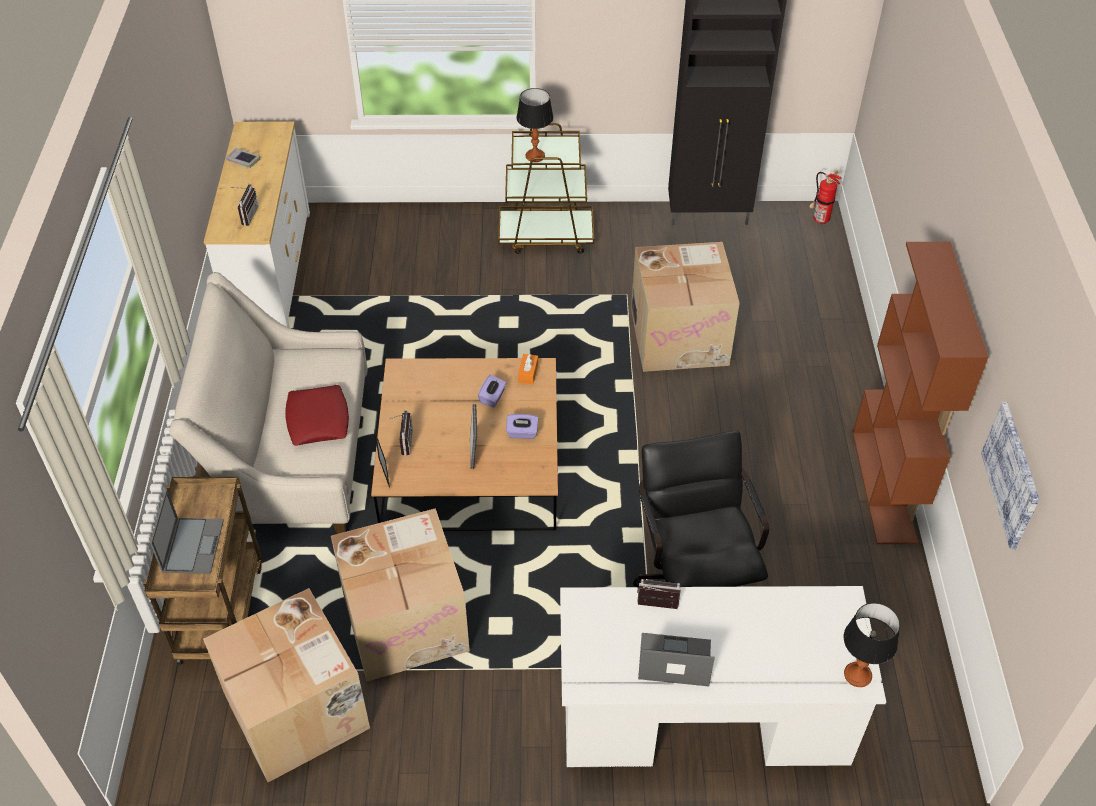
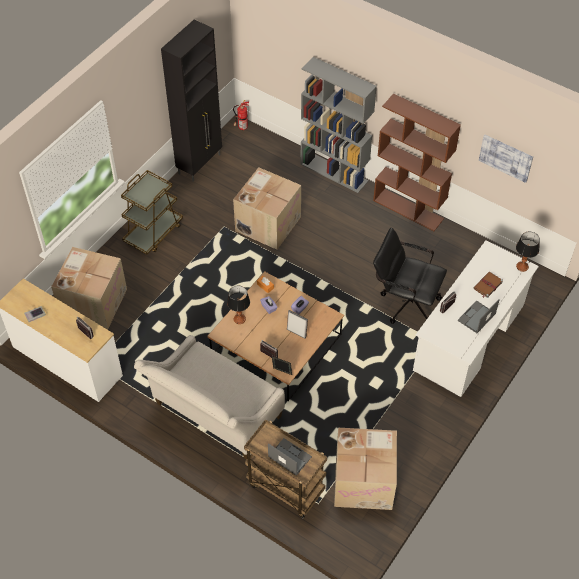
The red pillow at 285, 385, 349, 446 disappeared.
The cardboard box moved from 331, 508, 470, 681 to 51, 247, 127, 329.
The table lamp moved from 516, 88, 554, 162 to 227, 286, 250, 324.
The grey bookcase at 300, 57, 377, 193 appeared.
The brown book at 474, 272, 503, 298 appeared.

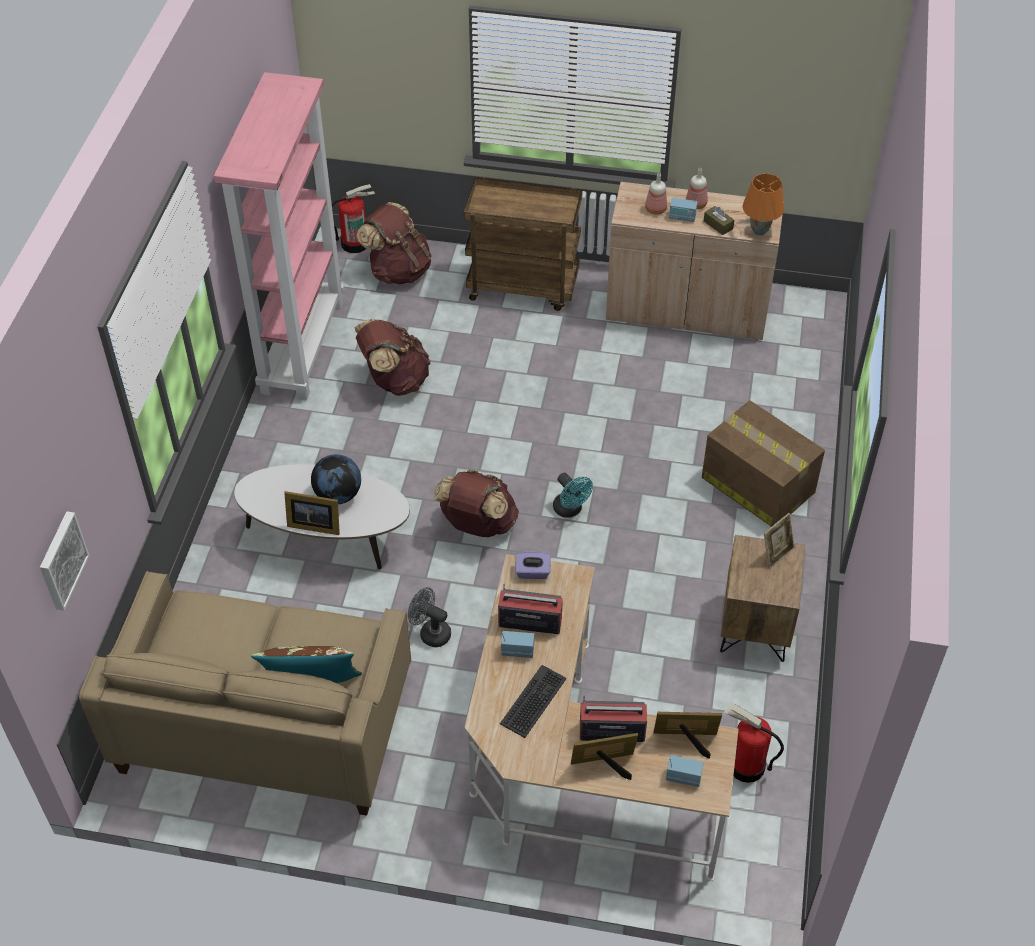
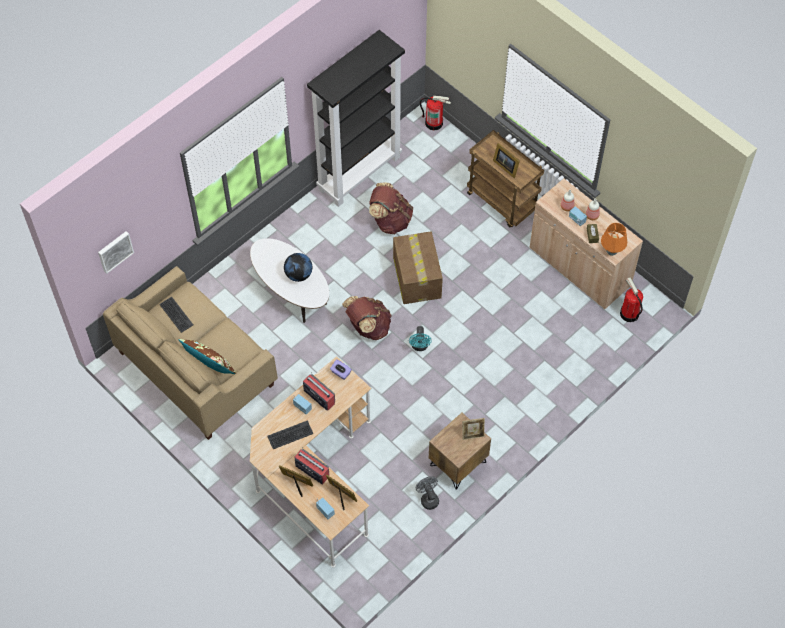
The pink bookcase at 214, 72, 344, 400 became the black bookcase at 307, 30, 405, 207.
The picture frame moved from 284, 491, 340, 535 to 493, 143, 520, 178.
The brown backpack at 357, 202, 432, 285 disappeared.
The grey fan moved from 408, 587, 451, 647 to 416, 476, 439, 510.
The cardboard box moved from 702, 400, 825, 527 to 393, 231, 443, 304.
The fire extinguisher moved from 724, 703, 784, 783 to 620, 277, 643, 322.
The keyboard at 159, 297, 193, 333 appeared.

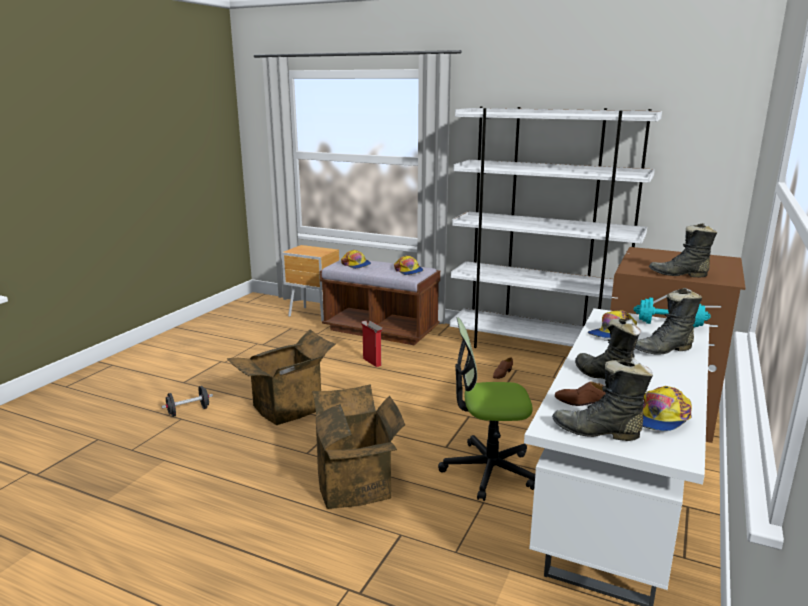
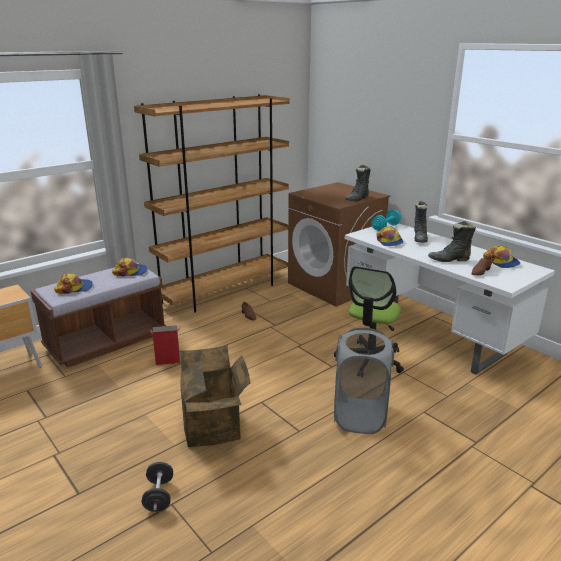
The cardboard box at 312, 384, 405, 509 was replaced by the grey laundry basket at 334, 328, 394, 434.
The white bookcase at 450, 106, 662, 348 became the brown bookcase at 134, 94, 289, 313.
The black boot at 552, 357, 653, 441 disappeared.

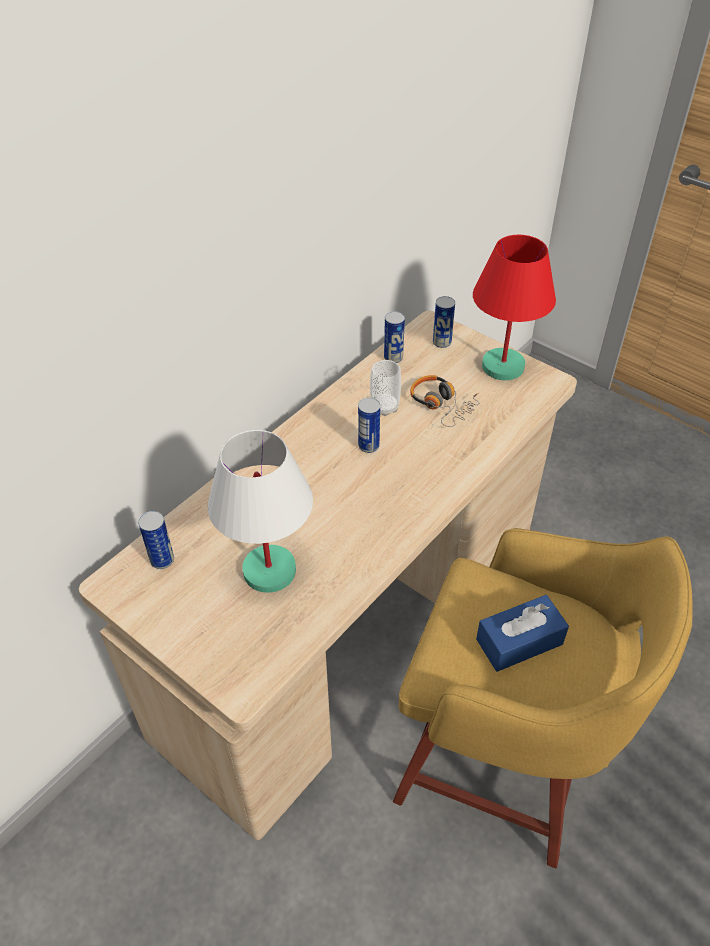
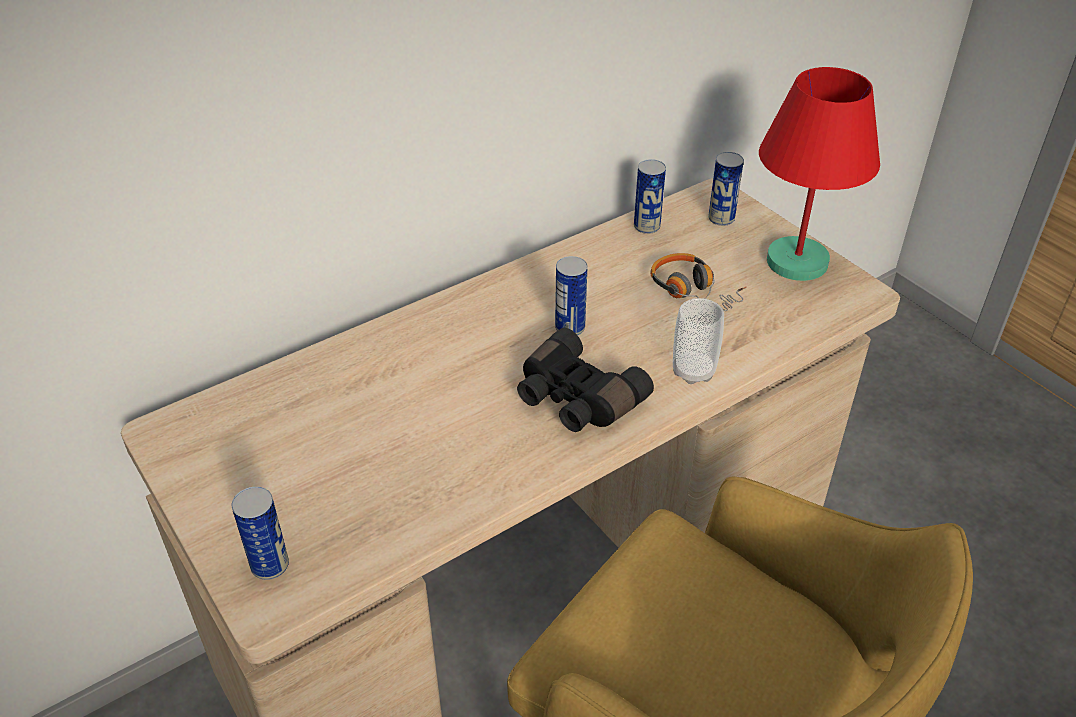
The can moved from 138, 511, 174, 569 to 232, 487, 289, 580.
The white table lamp at 208, 430, 313, 593 disappeared.
The cup moved from 370, 360, 401, 416 to 673, 298, 724, 384.
The blue tissue box at 476, 595, 569, 672 disappeared.
The black binoculars at 517, 328, 654, 432 appeared.

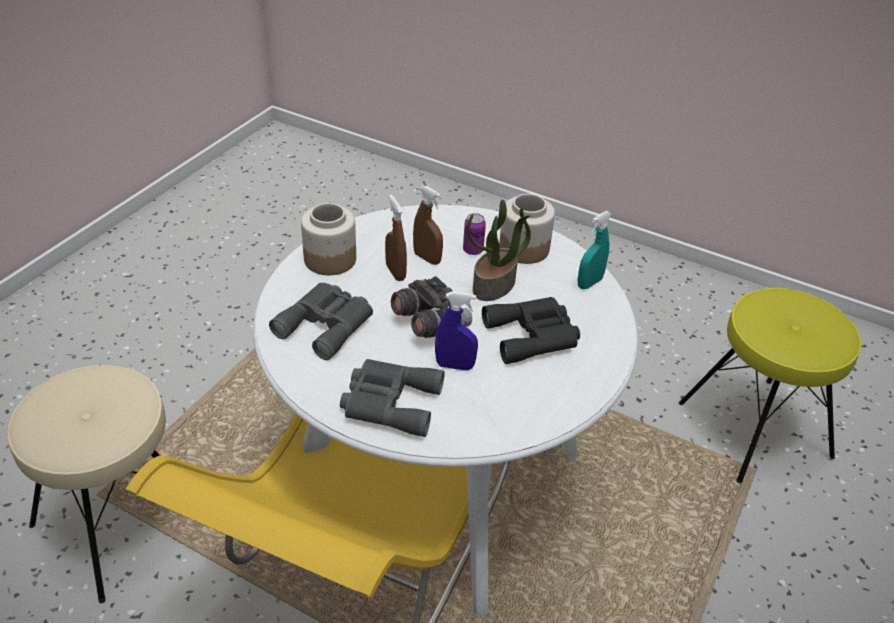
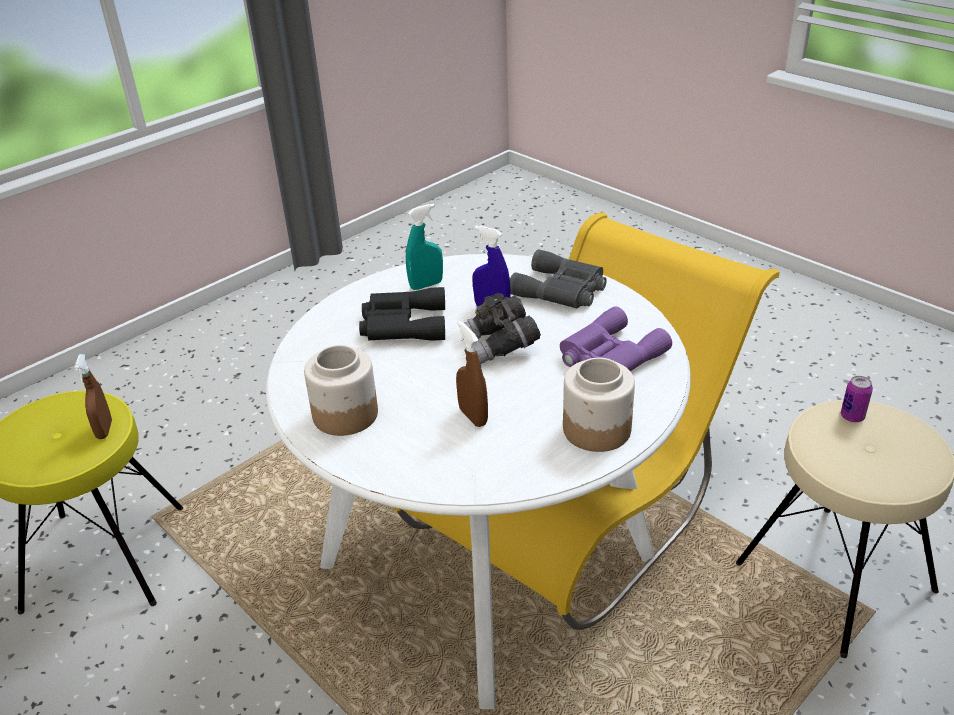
The grey binoculars at 269, 283, 373, 360 became the purple binoculars at 560, 306, 672, 371.
The brown spray bottle moved from 385, 195, 407, 281 to 74, 354, 112, 439.
The can moved from 463, 213, 486, 255 to 841, 376, 873, 422.
The potted plant at 466, 200, 531, 301 disappeared.
The turquoise spray bottle moved from 577, 211, 612, 289 to 406, 204, 443, 290.

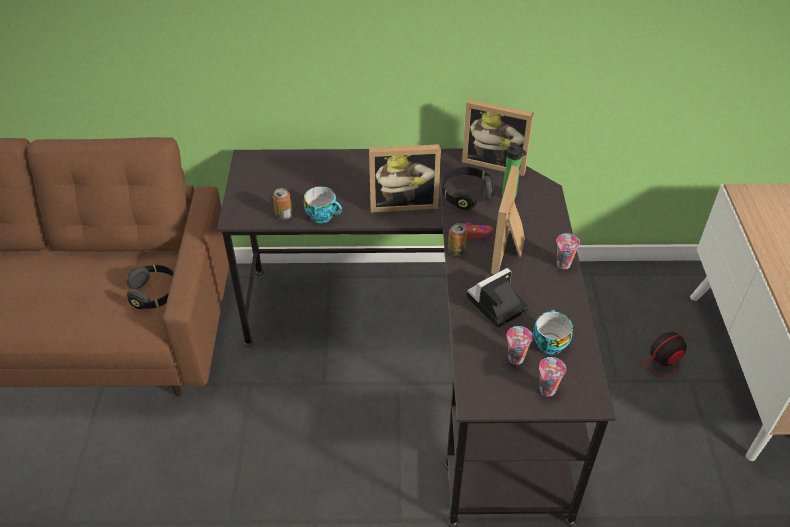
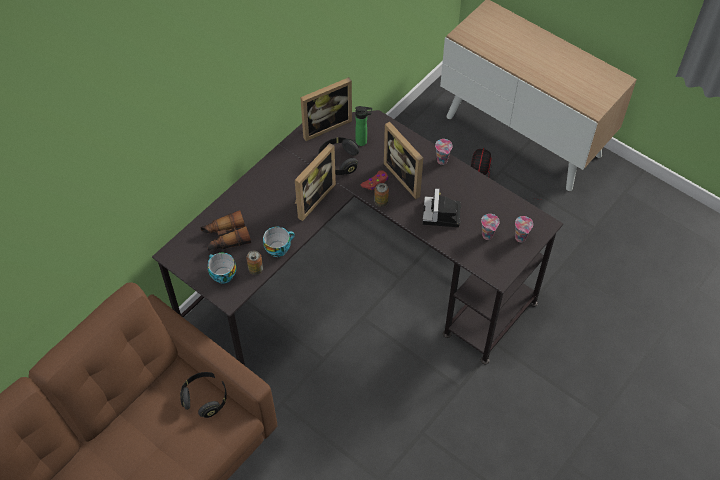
The cup moved from 533, 310, 573, 355 to 208, 253, 236, 284.
The binoculars at 200, 210, 251, 251 appeared.

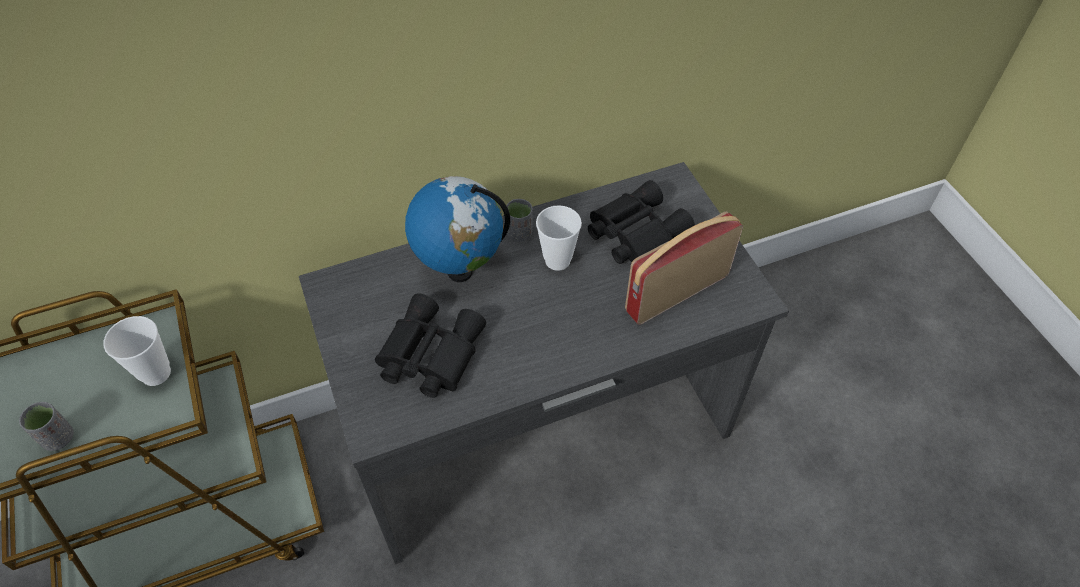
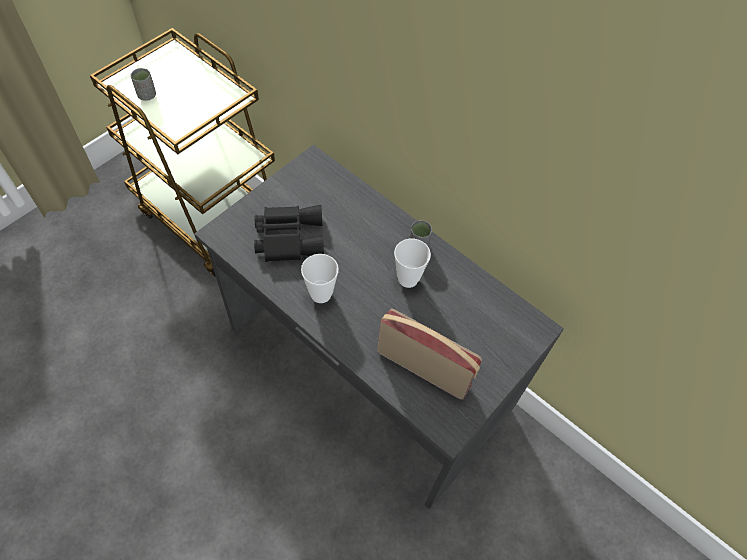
The cup moved from 103, 316, 171, 386 to 301, 254, 339, 303.
The globe at 405, 176, 510, 282 disappeared.
The black binoculars at 588, 180, 695, 264 disappeared.

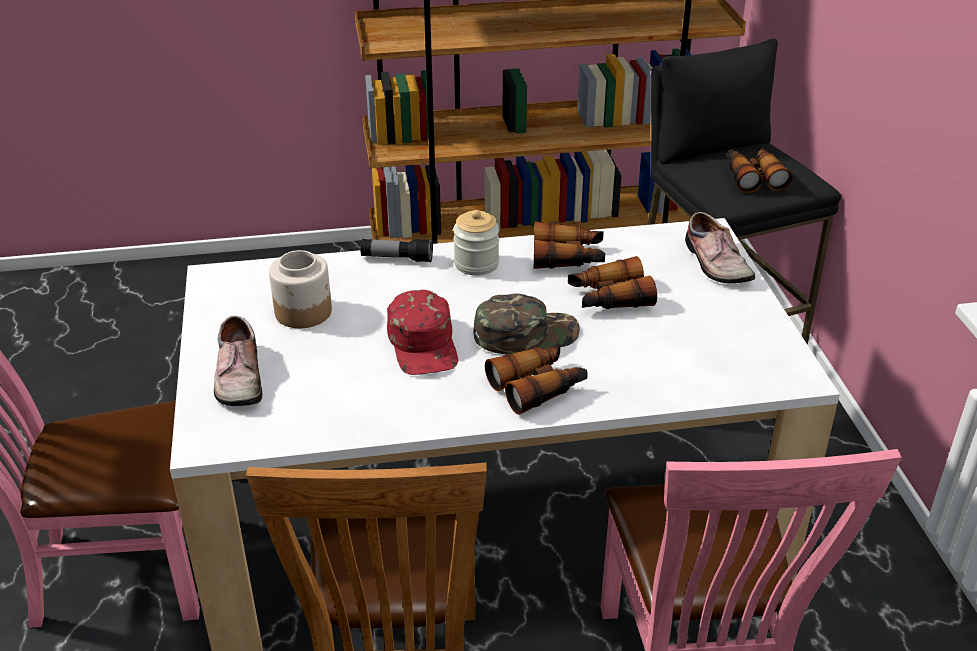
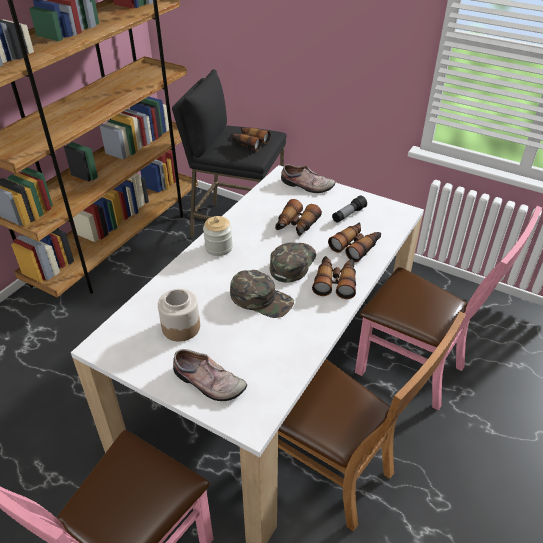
The flashlight moved from 360, 239, 433, 263 to 332, 195, 367, 223.
The red cap at 387, 290, 458, 375 became the green cap at 230, 270, 294, 318.
The binoculars moved from 534, 222, 605, 269 to 328, 222, 381, 262.

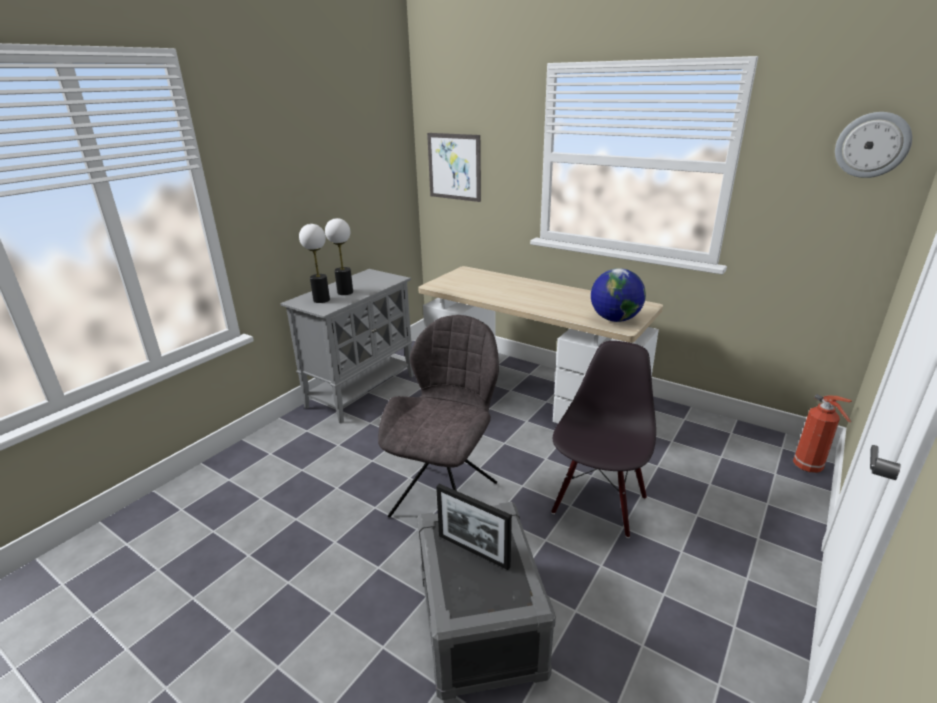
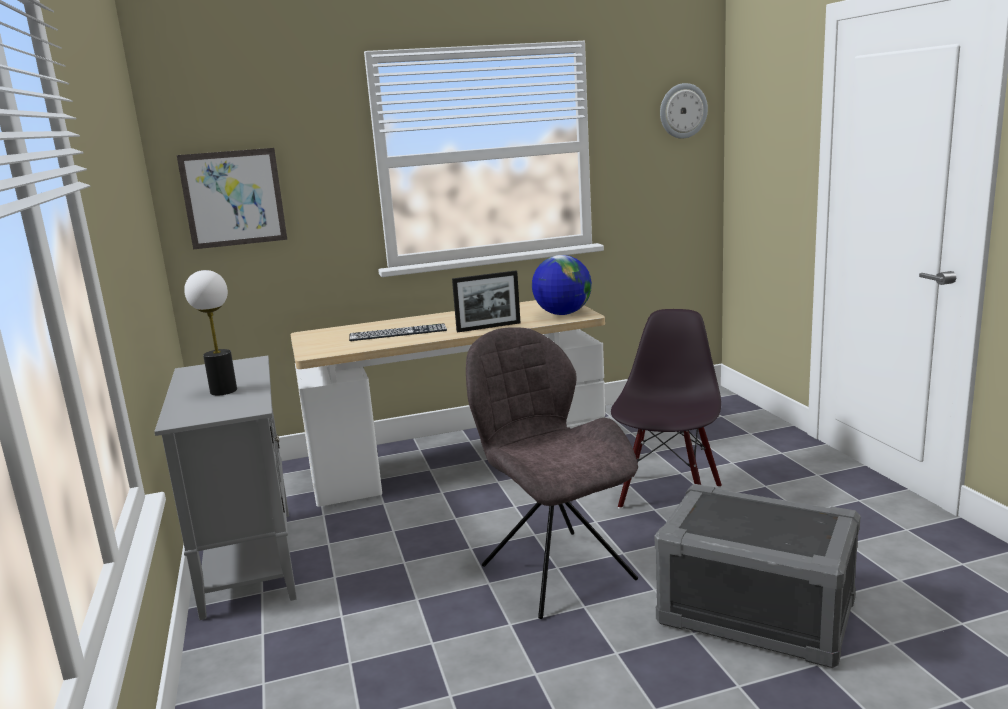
The table lamp at 299, 224, 330, 303 disappeared.
The picture frame moved from 436, 484, 512, 570 to 452, 271, 520, 332.
The black chair at 551, 341, 656, 538 turned 45 degrees clockwise.
The fire extinguisher at 793, 394, 852, 473 disappeared.
The keyboard at 349, 323, 447, 341 appeared.

